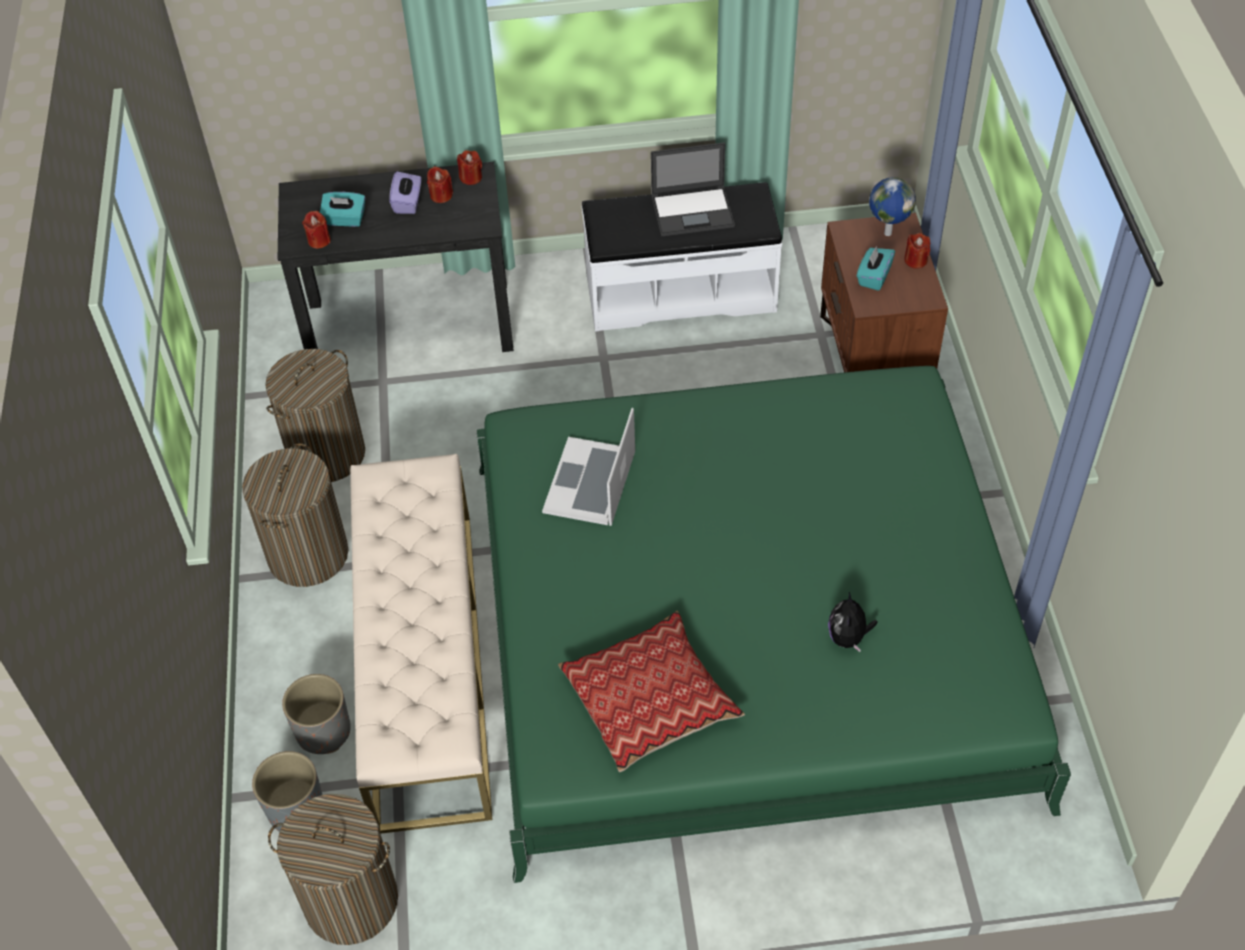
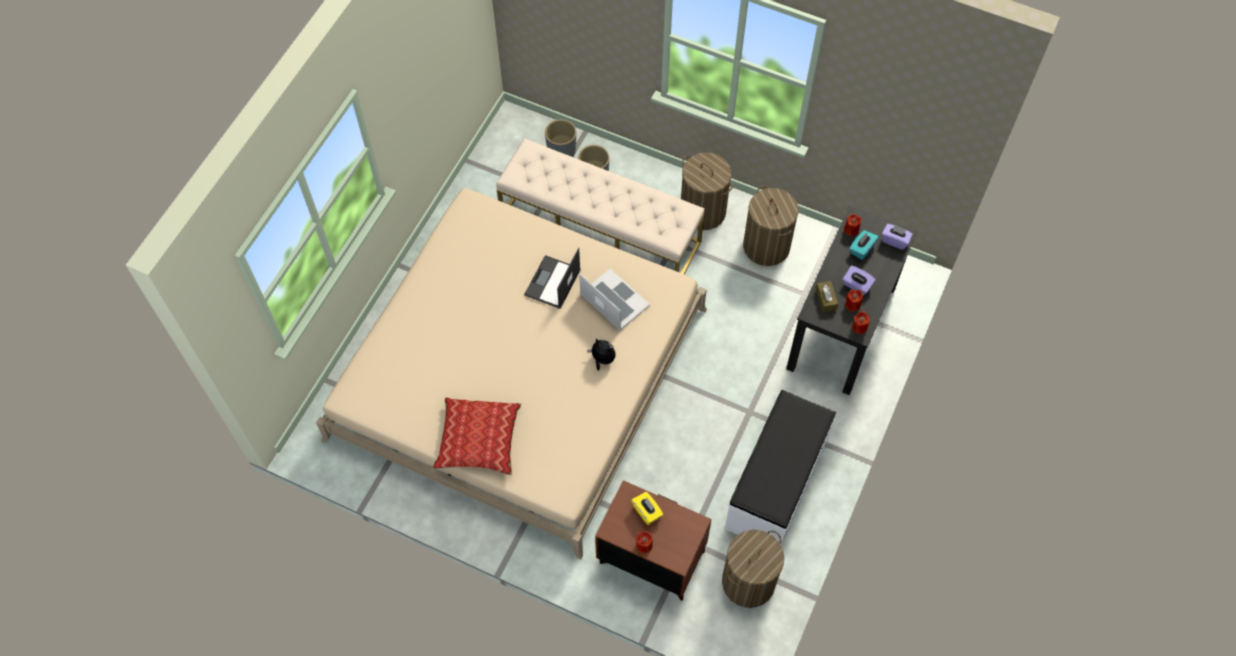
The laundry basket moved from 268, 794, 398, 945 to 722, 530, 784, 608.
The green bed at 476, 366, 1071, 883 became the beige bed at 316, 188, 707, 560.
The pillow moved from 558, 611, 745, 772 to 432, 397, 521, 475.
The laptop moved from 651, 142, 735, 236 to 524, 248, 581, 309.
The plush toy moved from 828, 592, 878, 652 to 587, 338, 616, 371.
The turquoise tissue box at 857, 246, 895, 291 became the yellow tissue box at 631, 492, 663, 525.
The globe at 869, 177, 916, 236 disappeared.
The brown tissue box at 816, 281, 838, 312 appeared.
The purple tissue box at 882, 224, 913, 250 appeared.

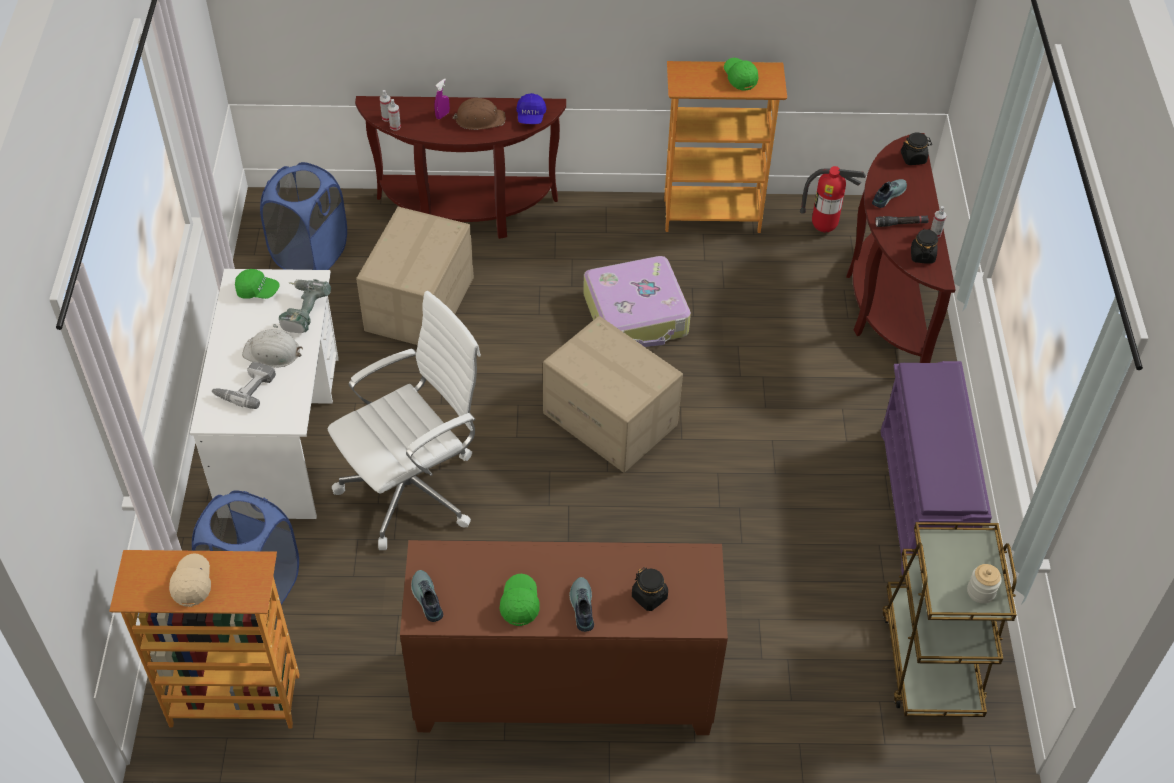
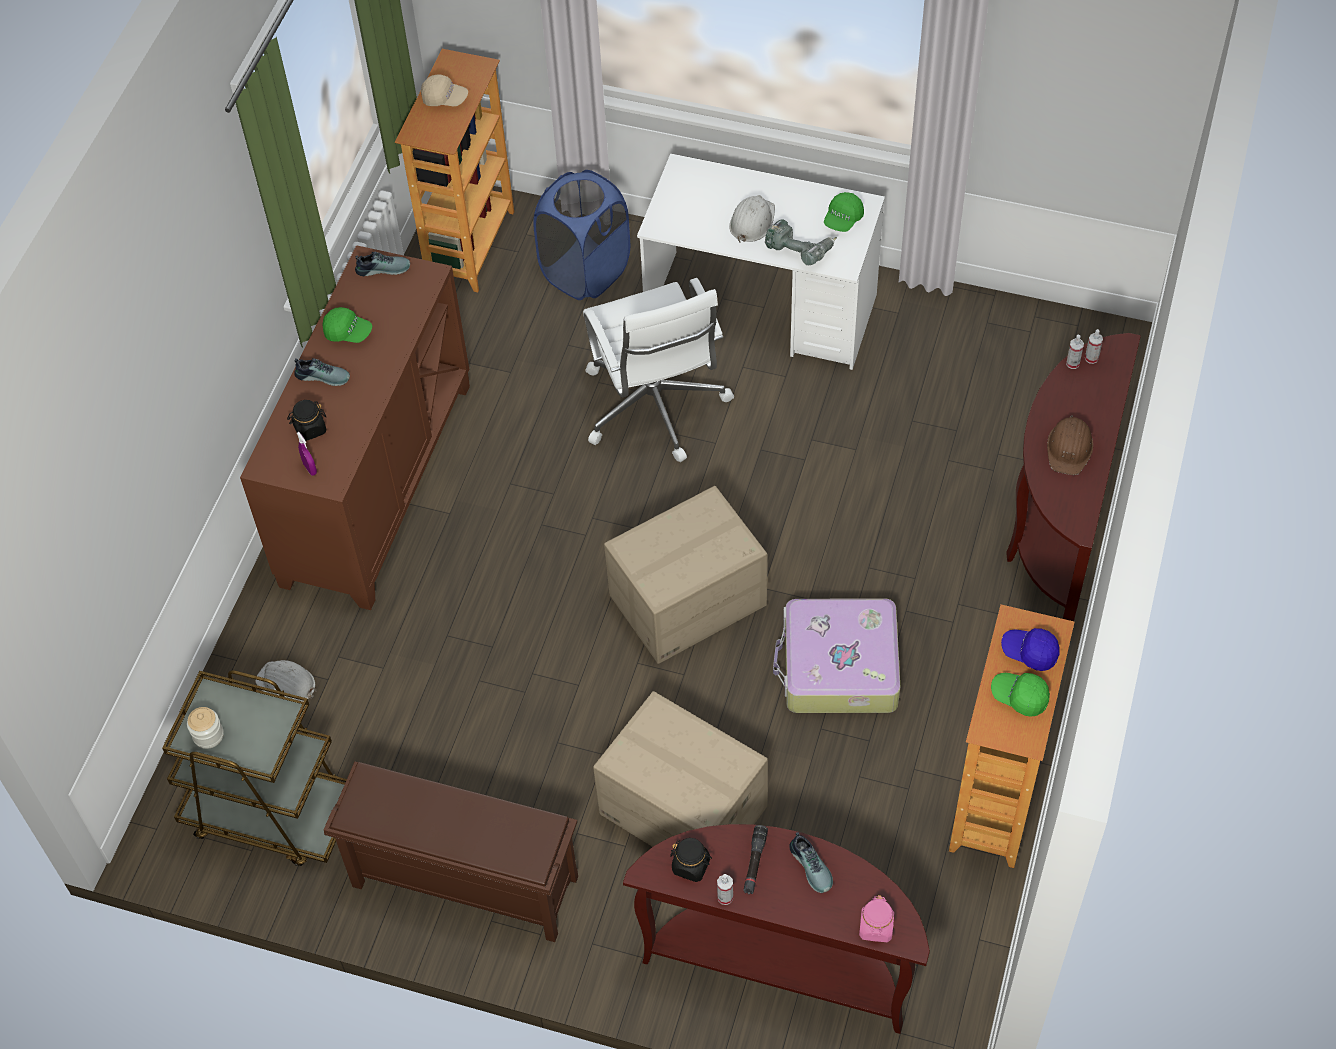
The power drill at 211, 362, 276, 409 disappeared.
The blue laundry basket at 260, 162, 347, 270 disappeared.
The cardboard box moved from 356, 207, 474, 345 to 593, 691, 768, 847.
The purple spray bottle moved from 435, 79, 450, 119 to 297, 432, 317, 476.
The blue cap moved from 516, 93, 546, 124 to 1001, 628, 1060, 671.
The green cap at 724, 58, 758, 91 turned 150 degrees counterclockwise.
The fire extinguisher at 800, 166, 866, 232 disappeared.
The purple shoe rack at 881, 361, 992, 575 became the brown shoe rack at 324, 761, 578, 942.
The black jar at 901, 132, 932, 165 became the pink jar at 859, 895, 894, 942.
The white hard hat at 255, 660, 316, 702 appeared.

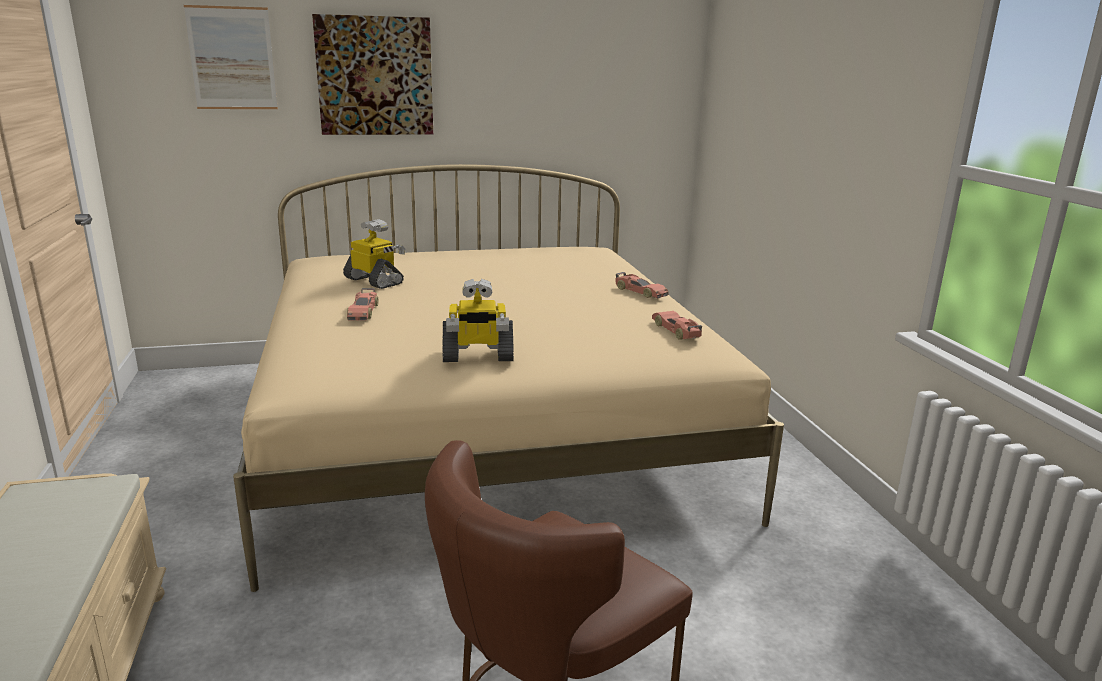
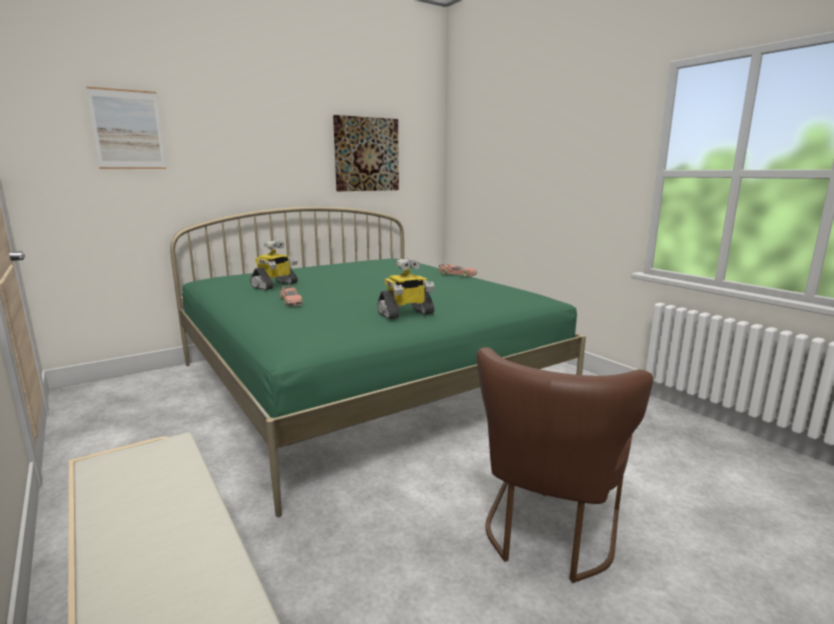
The beige bed at 233, 164, 784, 592 became the green bed at 170, 207, 586, 517.
The picture moved from 312, 14, 433, 135 to 333, 115, 399, 191.
The toy robot at 343, 219, 405, 289 turned 105 degrees clockwise.
The toy car at 652, 311, 702, 340 disappeared.

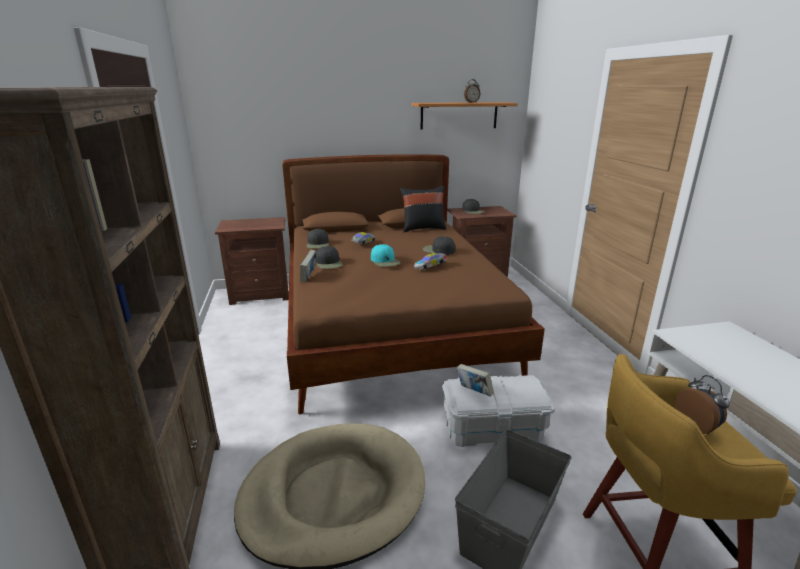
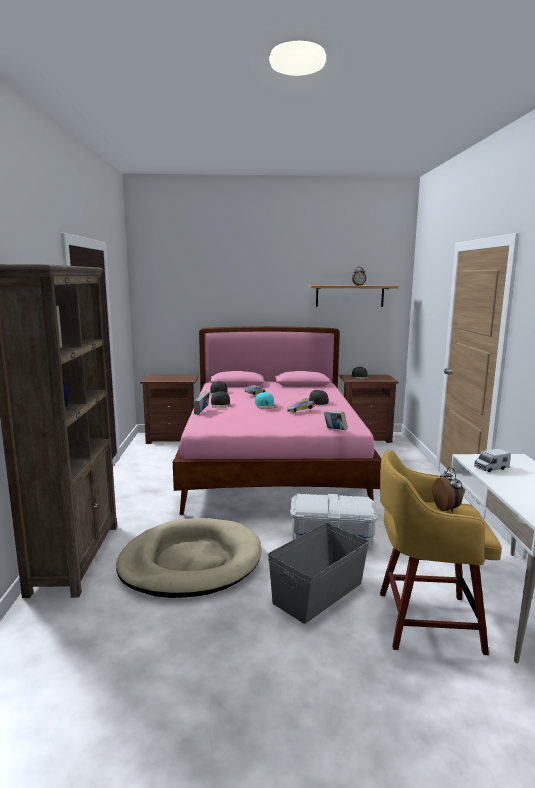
The brown bed at 282, 155, 545, 414 became the pink bed at 173, 326, 382, 515.
The black pillow at 400, 186, 446, 232 disappeared.
The book moved from 457, 364, 494, 397 to 324, 411, 348, 430.
The toy truck at 474, 449, 511, 472 appeared.

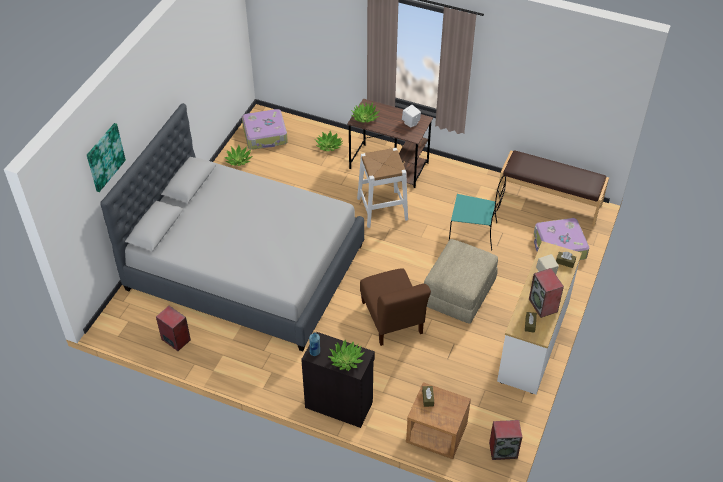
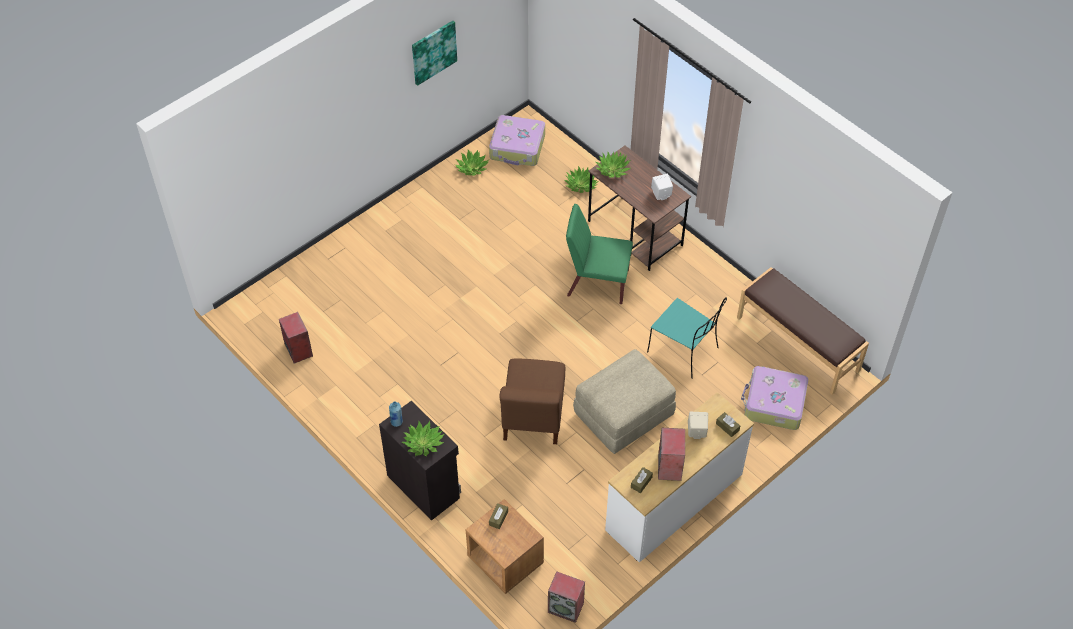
The picture moved from 87, 123, 126, 192 to 412, 21, 457, 86.
The grey bed at 100, 103, 364, 351 disappeared.
The white stool at 357, 148, 408, 228 was replaced by the green chair at 566, 204, 633, 304.

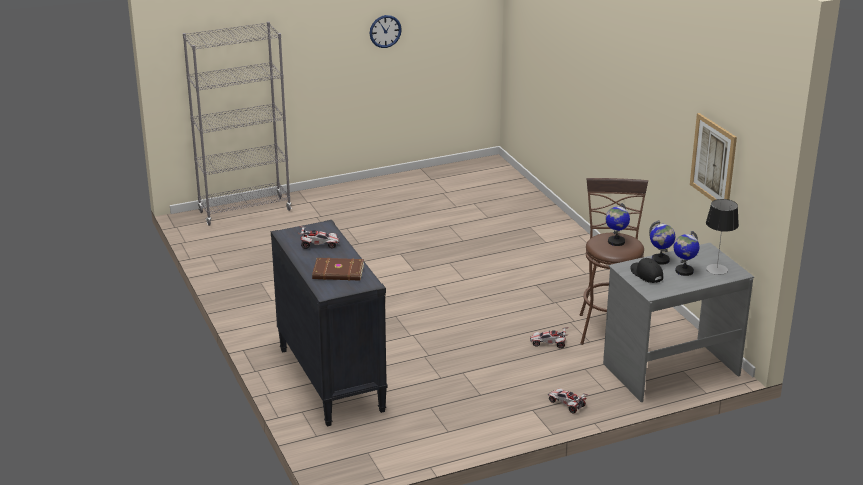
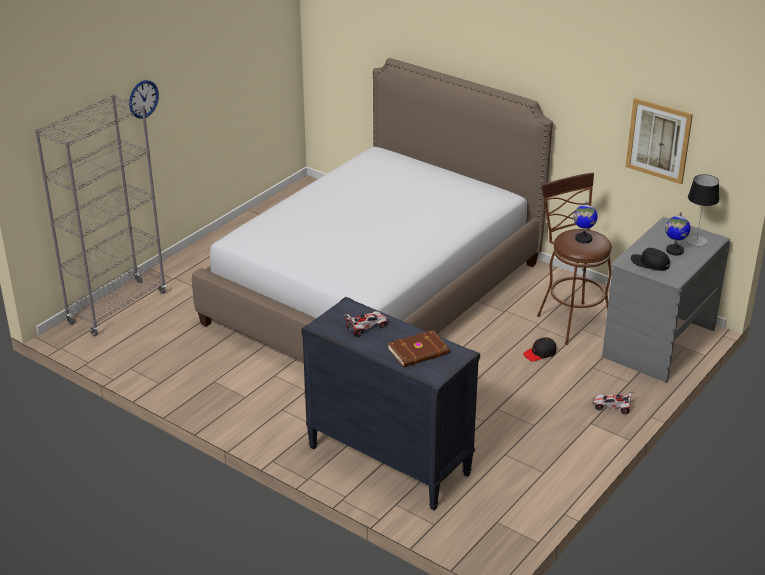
The wall clock moved from 369, 15, 402, 48 to 129, 80, 159, 119.
The toy car at 530, 327, 568, 348 was replaced by the black cap at 523, 337, 556, 361.
The globe at 649, 220, 675, 265 disappeared.
The bed at 192, 58, 553, 361 appeared.

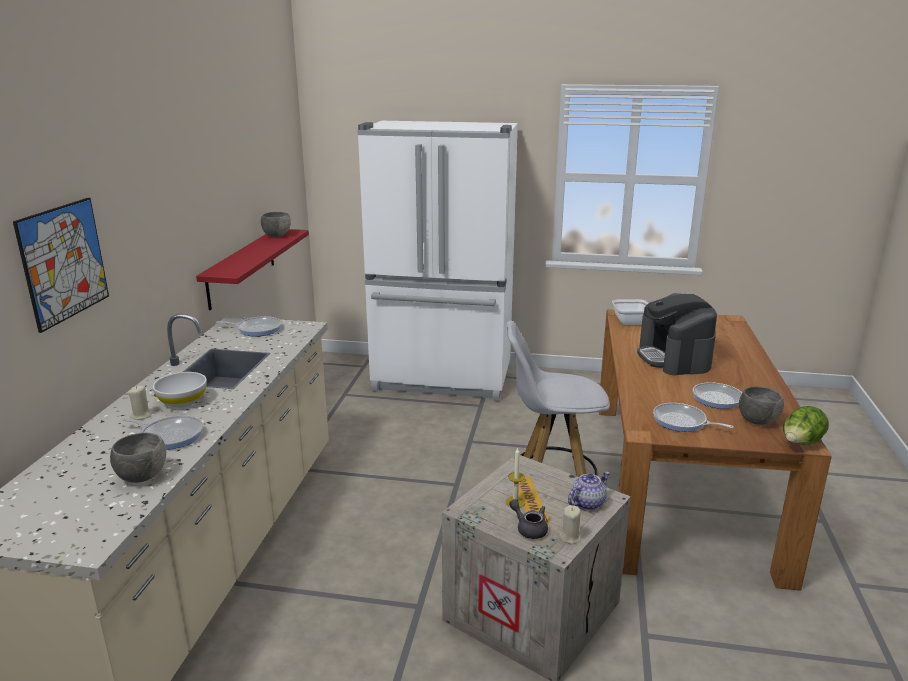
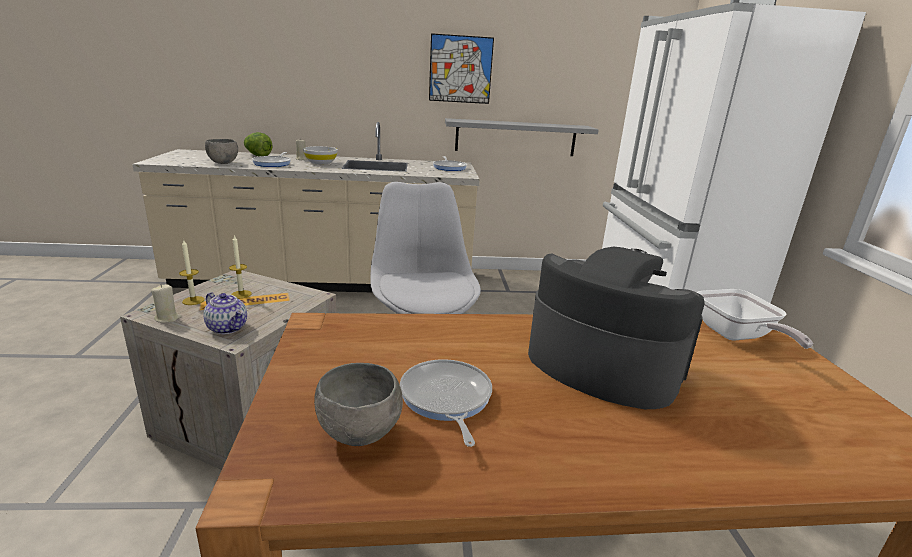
The picture moved from 13, 197, 109, 333 to 429, 33, 494, 104.
The red shelf at 196, 229, 309, 310 became the grey shelf at 445, 118, 599, 156.
The grey bowl at 261, 212, 291, 237 disappeared.
The grey teapot at 509, 499, 548, 539 was replaced by the candle at 179, 240, 205, 305.
The coffee machine at 637, 293, 717, 375 turned 60 degrees clockwise.
The frying pan at 653, 403, 734, 432 disappeared.
The lettuce moved from 783, 406, 829, 445 to 244, 132, 273, 156.

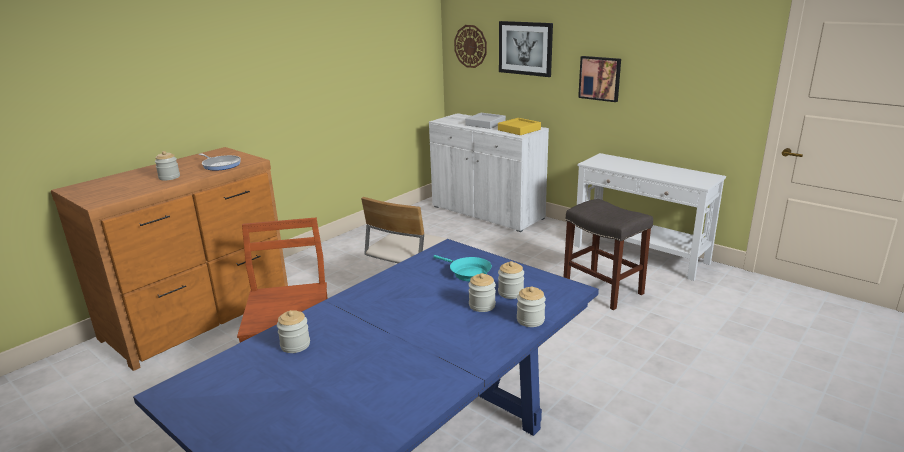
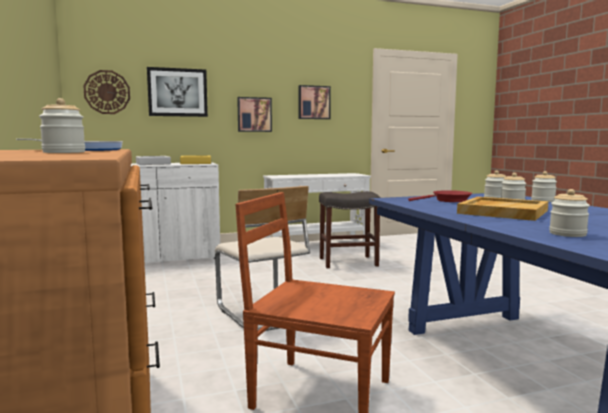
The turquoise frying pan at 433, 255, 492, 282 became the red frying pan at 408, 190, 472, 202.
The picture at 298, 85, 331, 119 appeared.
The beige tray at 457, 197, 548, 221 appeared.

